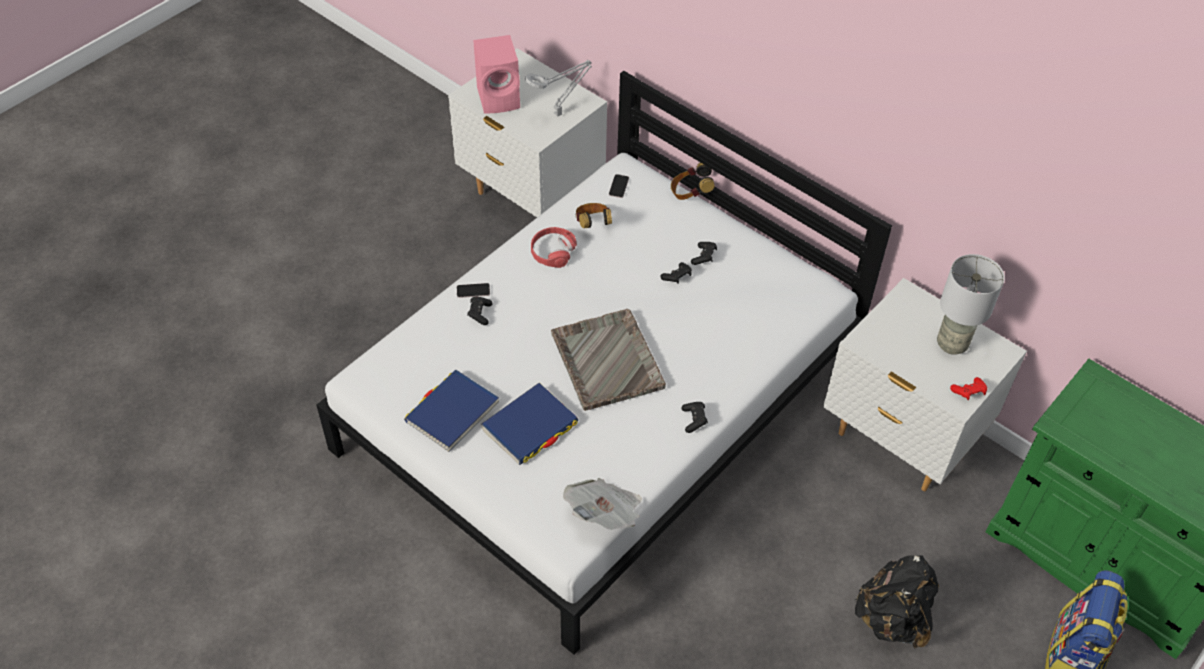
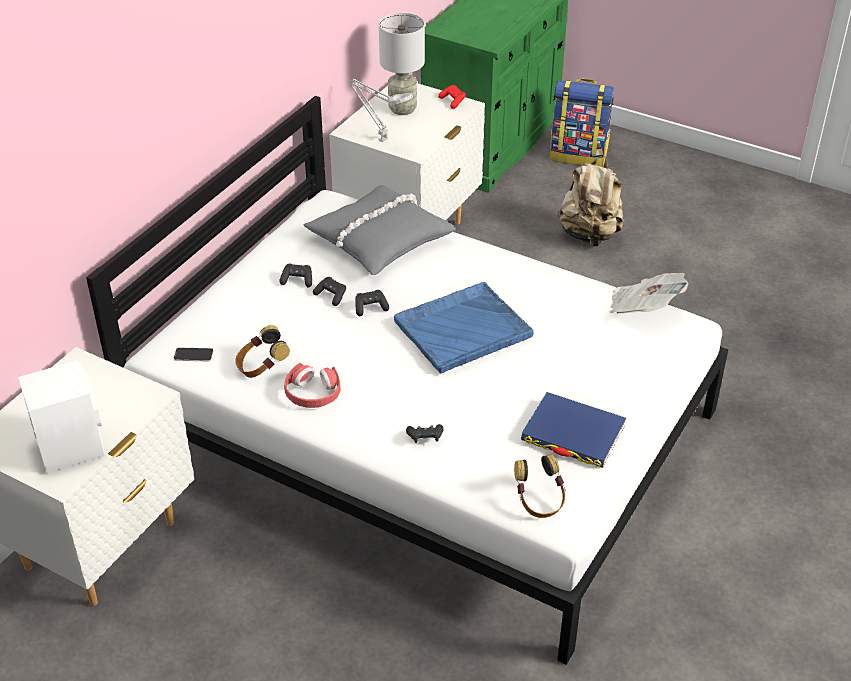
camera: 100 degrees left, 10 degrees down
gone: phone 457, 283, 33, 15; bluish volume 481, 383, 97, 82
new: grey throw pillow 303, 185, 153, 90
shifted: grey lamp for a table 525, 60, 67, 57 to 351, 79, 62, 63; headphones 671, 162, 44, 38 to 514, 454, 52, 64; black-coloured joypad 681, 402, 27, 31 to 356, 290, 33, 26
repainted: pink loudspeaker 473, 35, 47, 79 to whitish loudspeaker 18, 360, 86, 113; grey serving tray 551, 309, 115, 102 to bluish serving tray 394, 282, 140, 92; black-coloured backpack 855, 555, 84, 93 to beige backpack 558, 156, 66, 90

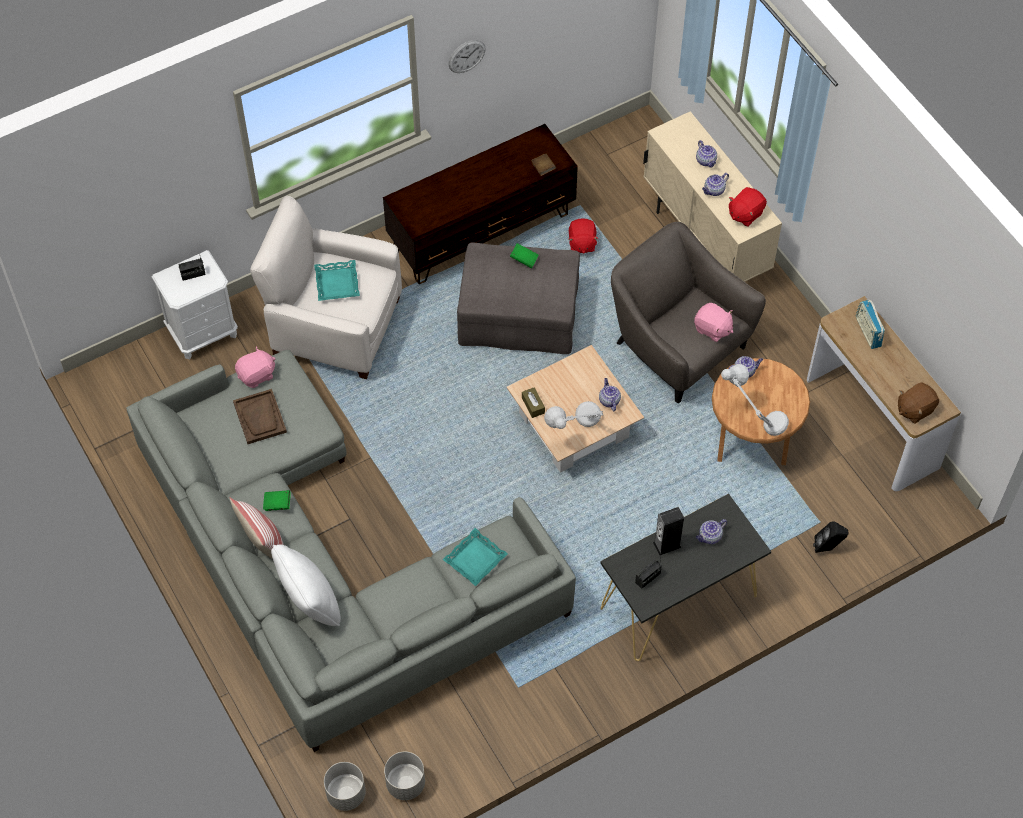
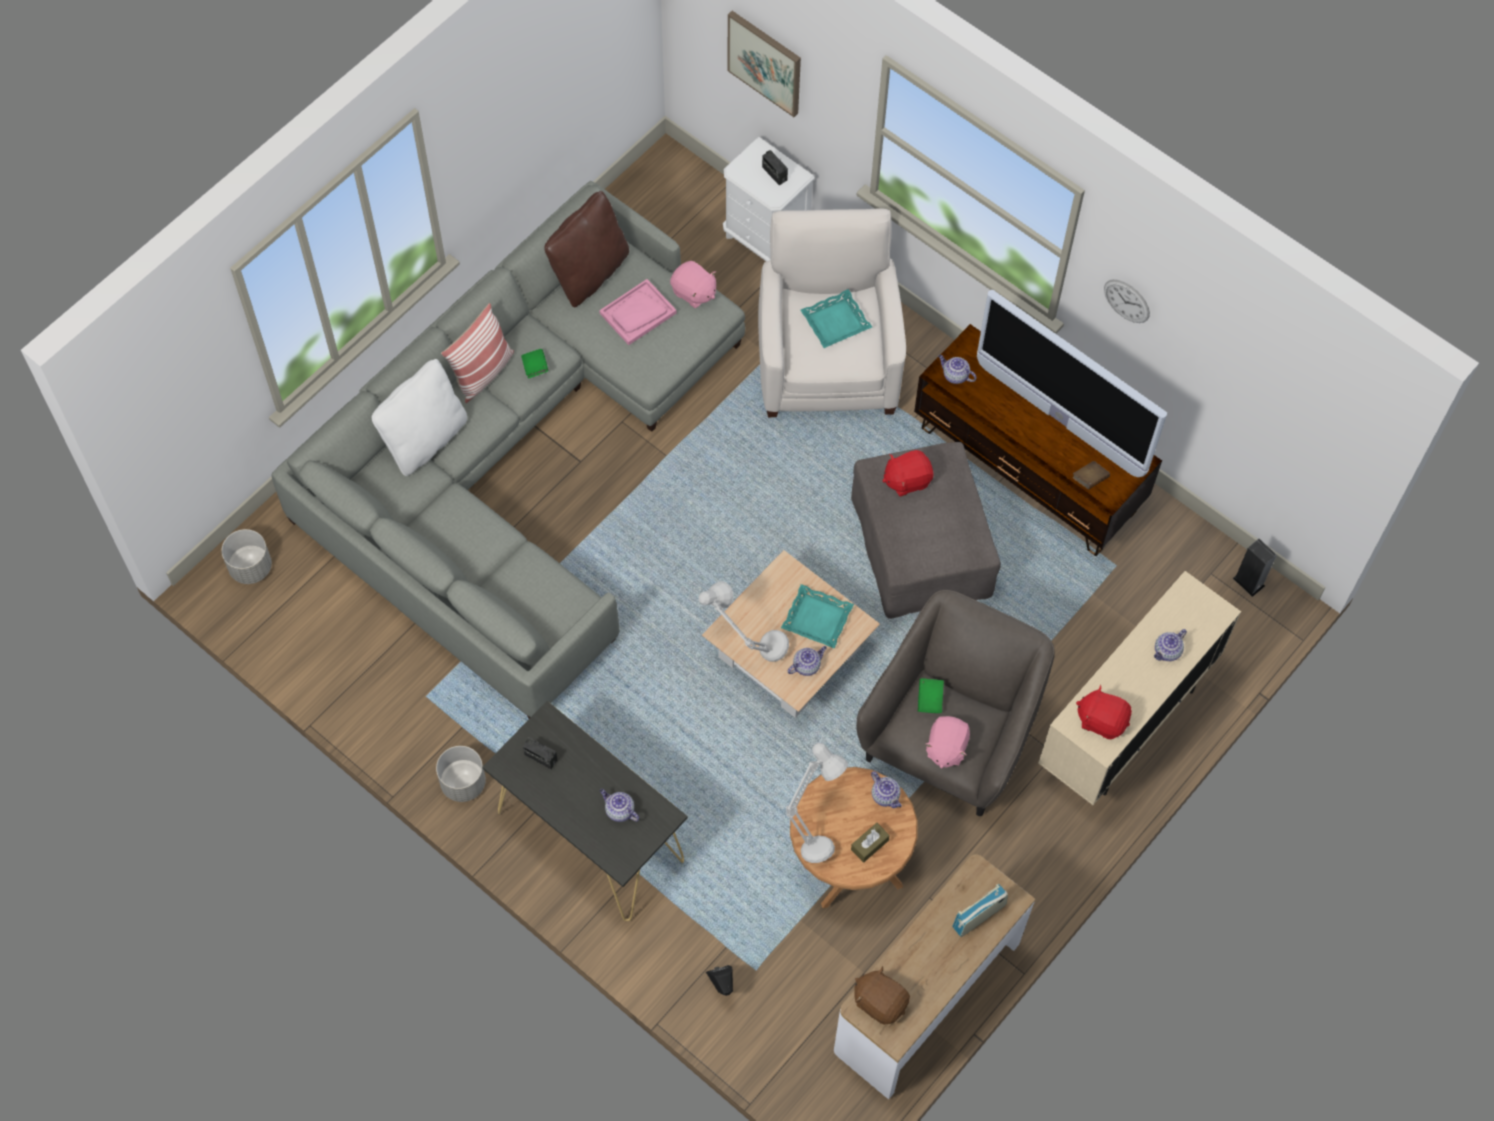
camera: 70 degrees right, 5 degrees up
new: brown-coloured throw pillow 544, 191, 85, 116; wall art 727, 11, 74, 106; television 977, 290, 190, 187
shifted: grey plant pot 384, 751, 41, 49 to 436, 746, 50, 56; blue-green serving tray 443, 528, 65, 58 to 781, 584, 73, 64; green-coloured volume 510, 243, 28, 25 to 918, 678, 26, 35; brown-coloured tissue box 522, 387, 23, 31 to 851, 823, 39, 40; reddish plush toy 568, 218, 31, 36 to 882, 450, 52, 47; loudspeaker 653, 507, 31, 49 to 1233, 539, 44, 58; tea pot 702, 173, 27, 23 to 938, 355, 38, 29
repainted: brown-coloured serving tray 233, 389, 54, 55 to pink serving tray 599, 279, 78, 66

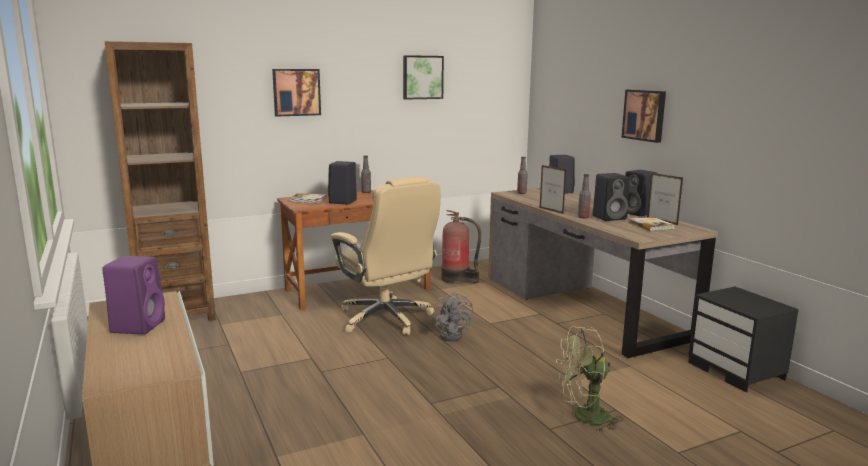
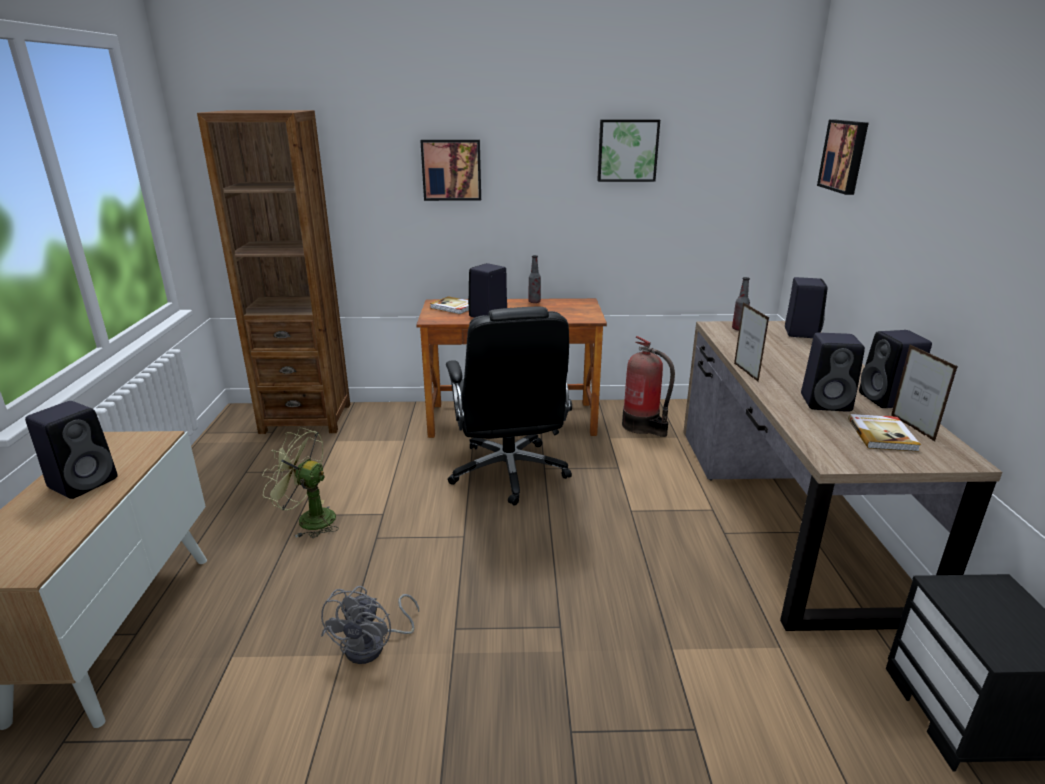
camera: 25 degrees right, 10 degrees up
gone: beverage bottle 578, 174, 13, 44
shifted: grey cooling fan 433, 292, 41, 50 to 321, 586, 98, 78; green-coloured cooling fan 556, 326, 67, 107 to 262, 428, 77, 110; wall art 621, 90, 45, 53 to 817, 120, 52, 75
repainted: purple loudspeaker 102, 256, 63, 78 to black-coloured loudspeaker 25, 401, 93, 98; beige office chair 331, 176, 110, 159 to black-coloured office chair 446, 307, 126, 199

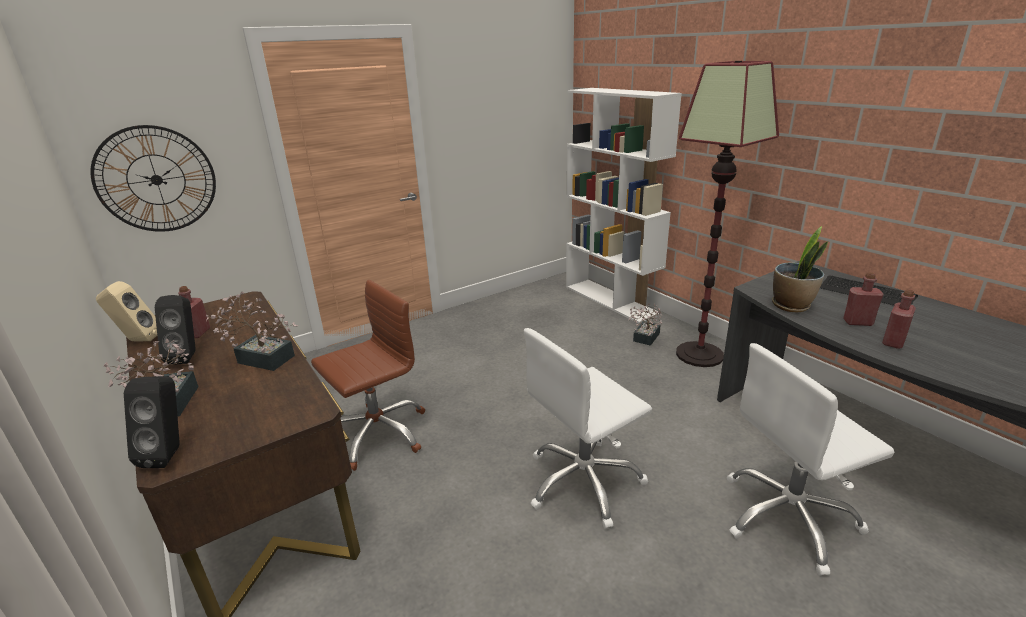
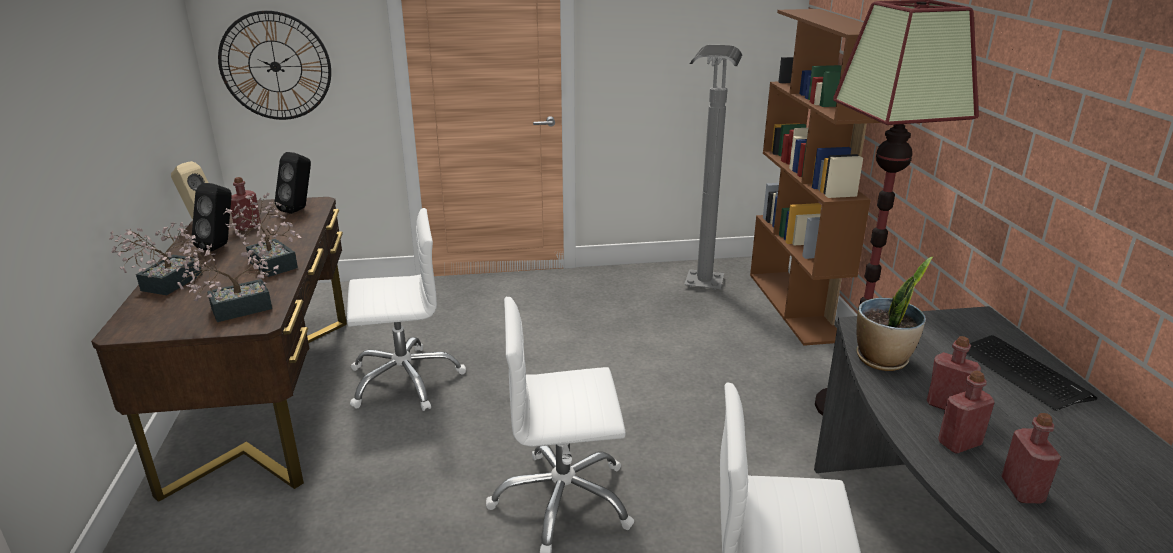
camera: 25 degrees right, 0 degrees up
new: grey standing lamp 684, 45, 58, 245; reddish beverage bottle 1001, 413, 60, 90
shifted: black-coloured loudspeaker 124, 376, 56, 92 to 275, 152, 36, 62; houseplant 628, 303, 35, 43 to 176, 243, 103, 79
repainted: brown-coloured office chair 311, 280, 114, 191 to whitish office chair 347, 208, 119, 203; whitish shelving unit 566, 88, 116, 236 to brown-coloured shelving unit 750, 9, 131, 337

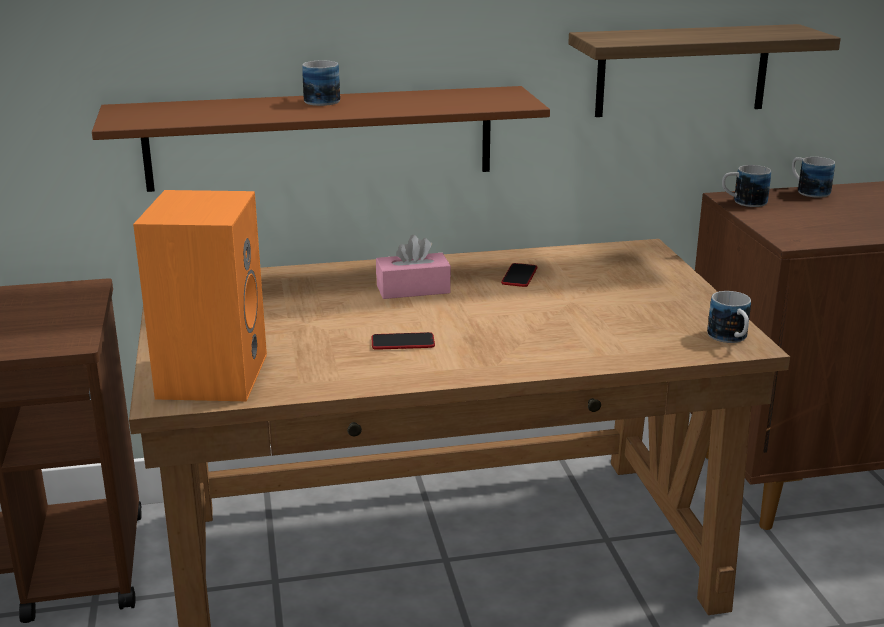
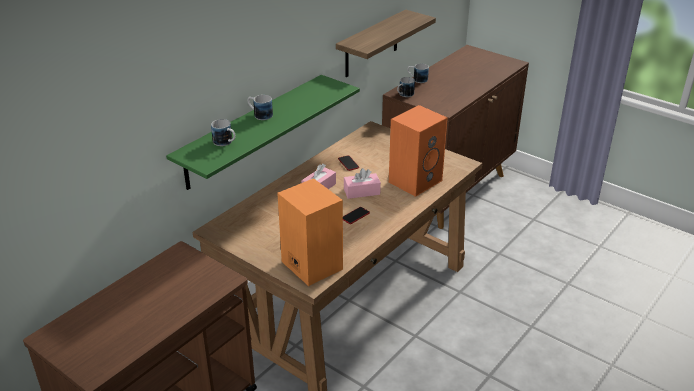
camera: 40 degrees left, 10 degrees up
new: pink tissue box 344, 168, 37, 31; orange-coloured loudspeaker 389, 105, 59, 92
shifted: mug 707, 291, 44, 52 to 211, 119, 25, 27
repainted: brown-coloured wall shelf 92, 86, 458, 106 to green-coloured wall shelf 166, 75, 194, 115

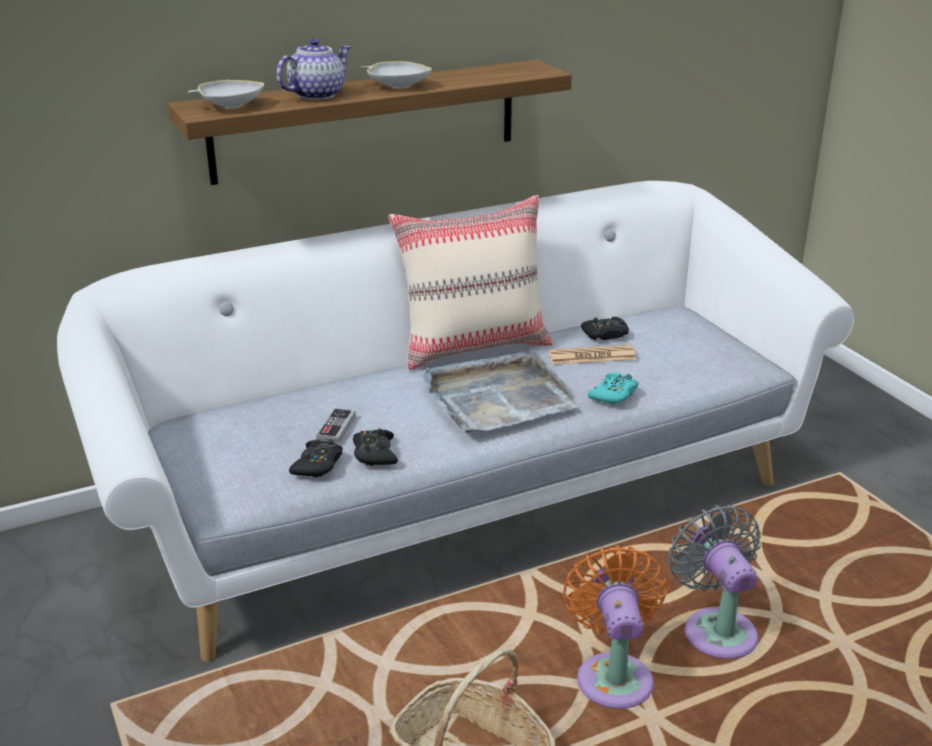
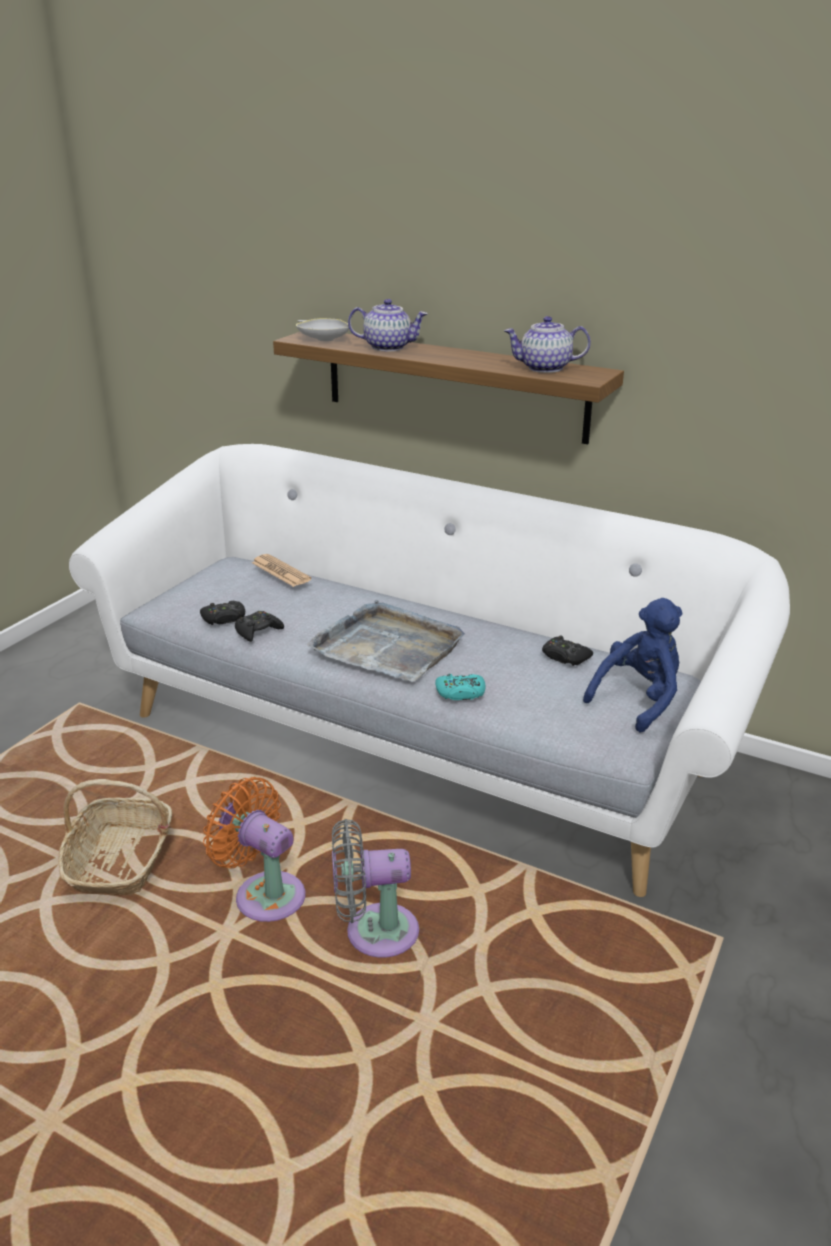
camera: 55 degrees right, 0 degrees up
gone: joypad 316, 408, 40, 36; whitish serving bowl 361, 61, 71, 27; beige throw pillow 388, 195, 165, 175
new: tea pot 504, 316, 87, 57; bluish plush toy 583, 598, 99, 134
shifted: newspaper 548, 345, 89, 19 to 252, 554, 60, 33
rotated: orange-coloured cooling fan 563, 545, 105, 164 = 203, 777, 103, 145 105 degrees counterclockwise; grey cooling fan 668, 505, 93, 154 = 332, 819, 87, 139 135 degrees counterclockwise

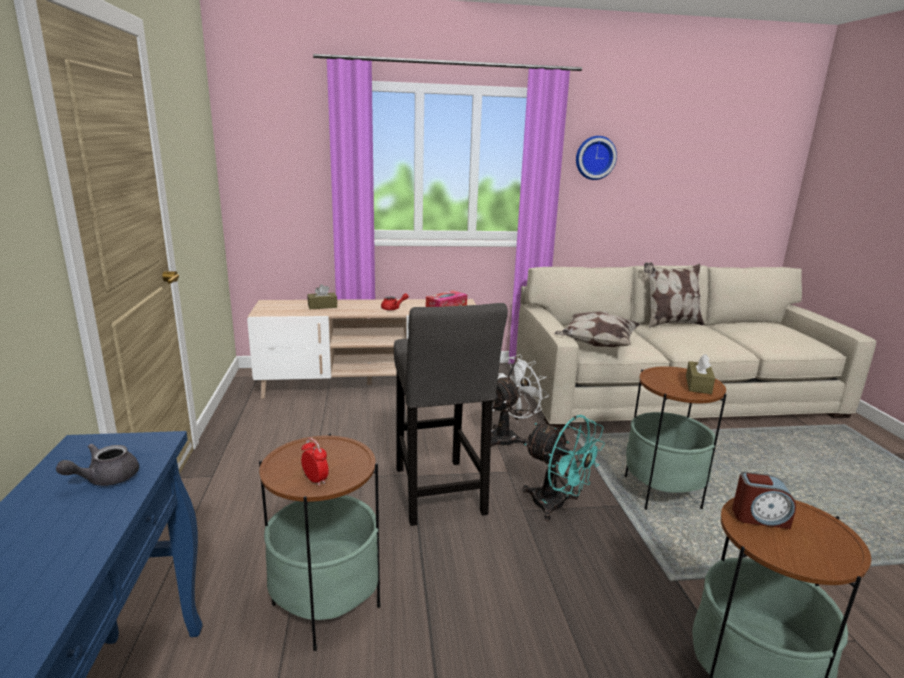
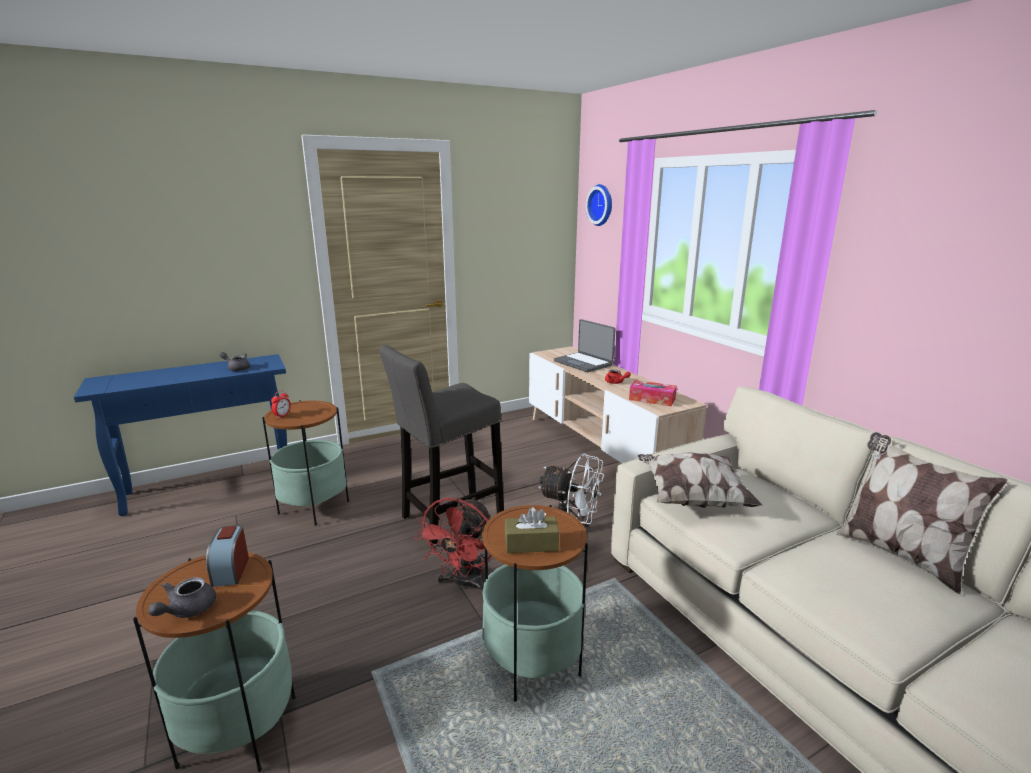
camera: 70 degrees right, 0 degrees up
new: grey tea pot 148, 577, 68, 41
shifted: clock on the wall 576, 136, 41, 44 to 586, 184, 26, 42
swapped: brown-coloured tissue box 307, 284, 30, 25 to portable computer 554, 319, 61, 53
repainted: blue-green cooling fan 523, 415, 82, 106 to reddish cooling fan 415, 497, 76, 97

